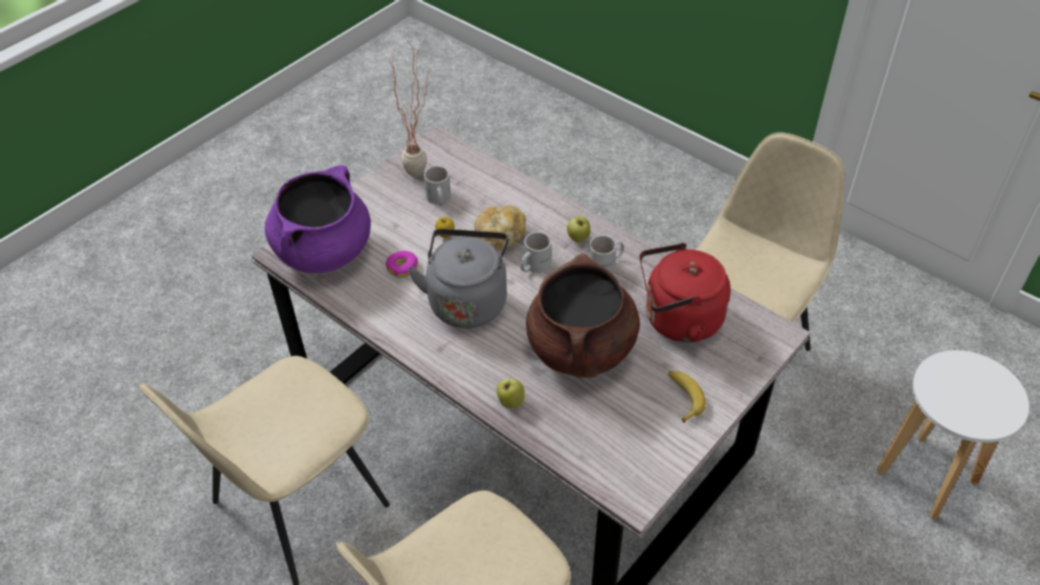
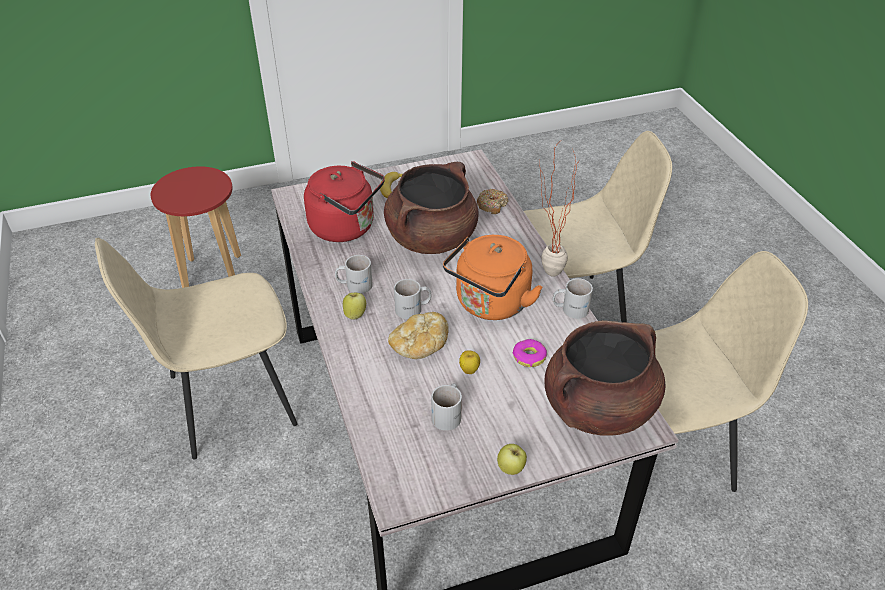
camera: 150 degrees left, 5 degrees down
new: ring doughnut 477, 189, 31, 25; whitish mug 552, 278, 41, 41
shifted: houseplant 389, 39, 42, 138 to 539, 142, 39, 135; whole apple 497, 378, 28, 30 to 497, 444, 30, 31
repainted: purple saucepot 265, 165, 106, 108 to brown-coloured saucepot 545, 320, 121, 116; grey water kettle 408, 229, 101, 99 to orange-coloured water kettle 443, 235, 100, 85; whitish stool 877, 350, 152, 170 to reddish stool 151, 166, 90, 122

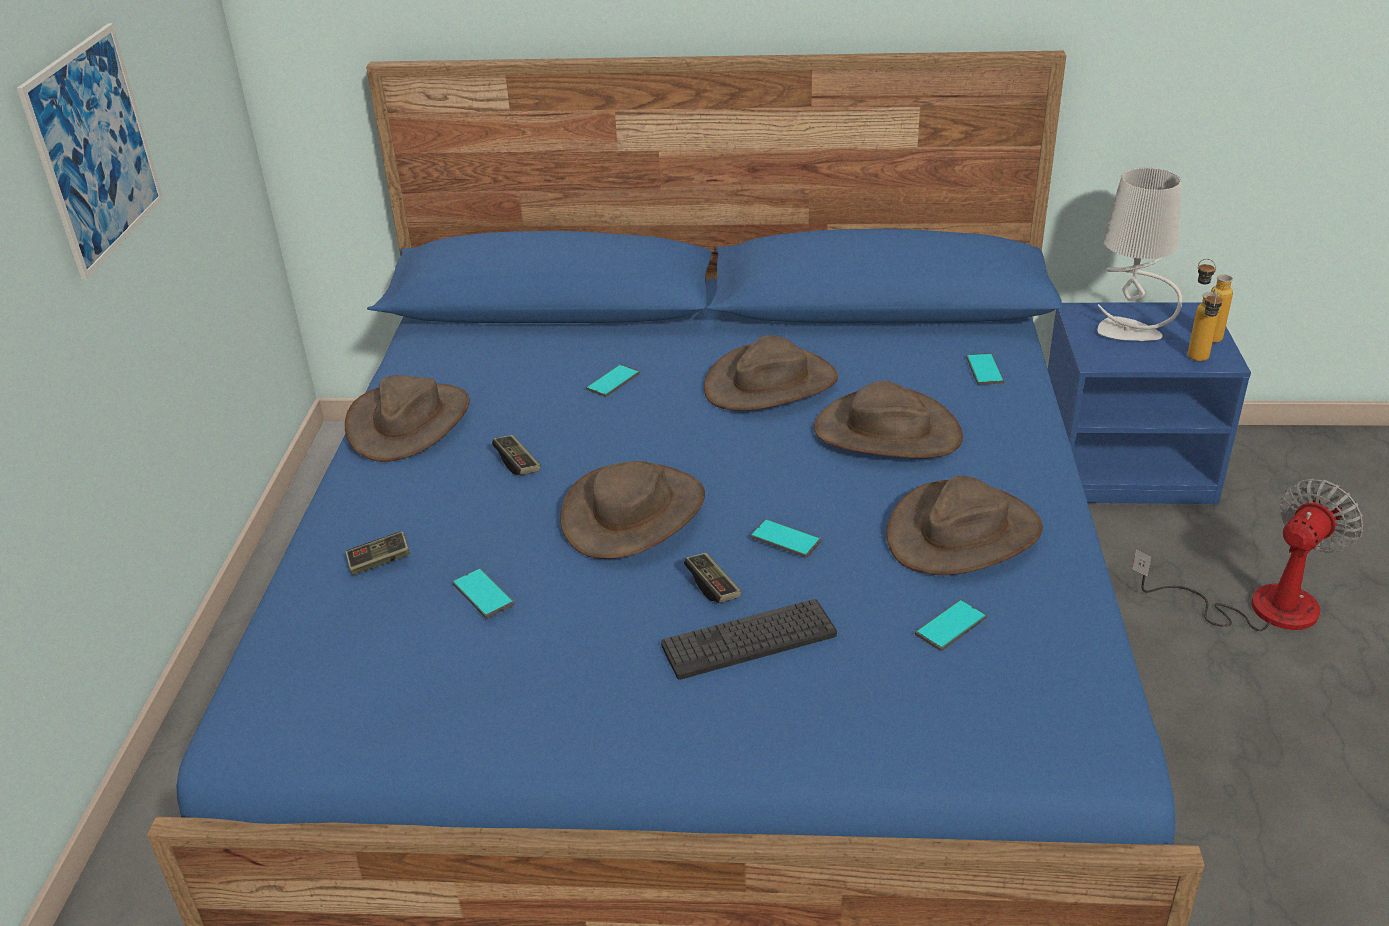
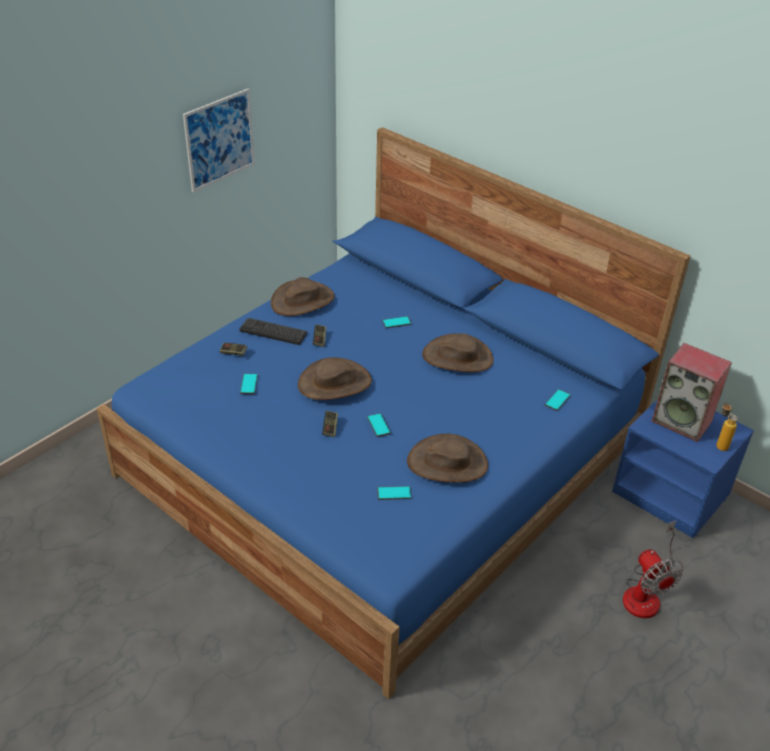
camera: 35 degrees right, 5 degrees up
gone: brown-coloured hat 814, 381, 149, 77; beverage bottle 1188, 289, 34, 72
shifted: computer keyboard 661, 599, 176, 81 to 239, 318, 68, 27
swapped: grey lamp for a table 1097, 167, 85, 174 to loudspeaker 652, 343, 80, 99
rotated: cooling fan 1132, 478, 231, 153 = 623, 521, 60, 97 75 degrees clockwise

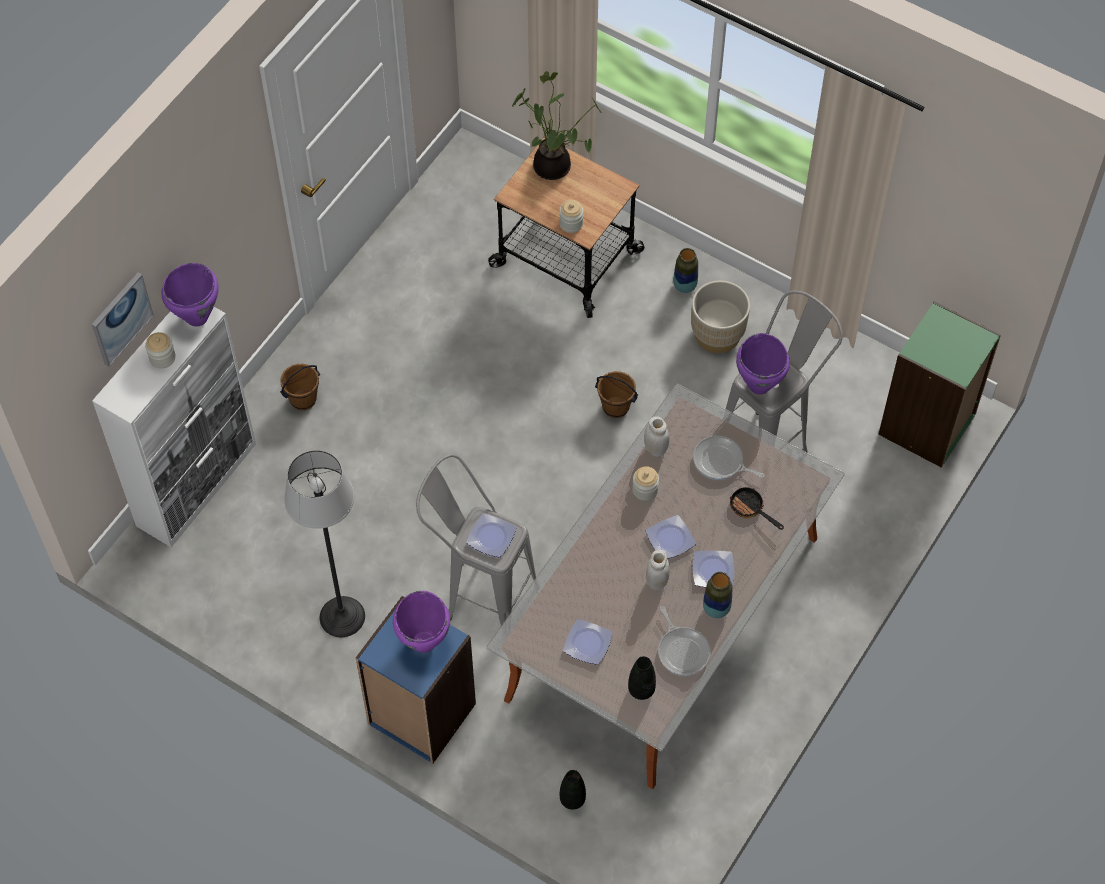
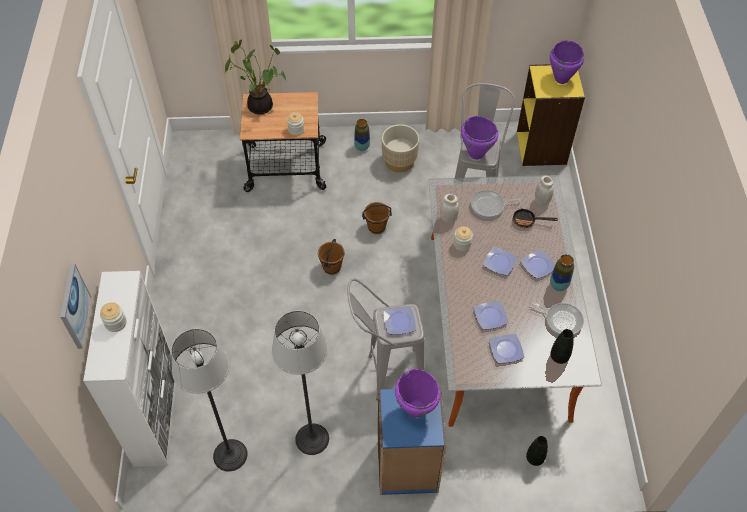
camera: 35 degrees left, 5 degrees down
new: standing lamp 171, 329, 76, 142; dinner plate 474, 301, 35, 29
shifted: purple saucepot 161, 263, 58, 64 to 550, 40, 34, 44; brown-coloured water bucket 280, 364, 40, 47 to 318, 239, 27, 36; whitish preserve jar 646, 550, 24, 40 to 535, 176, 19, 30
repainted: green-coloured shelving unit 878, 301, 123, 167 to yellow-coloured shelving unit 517, 64, 68, 102

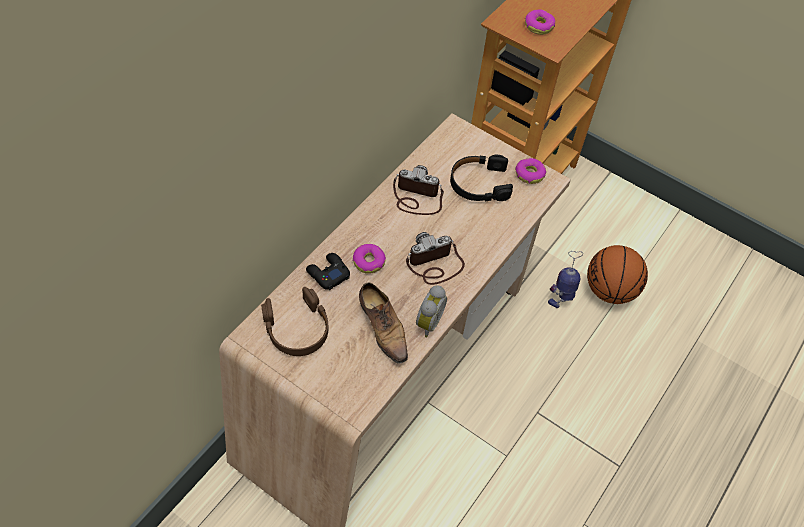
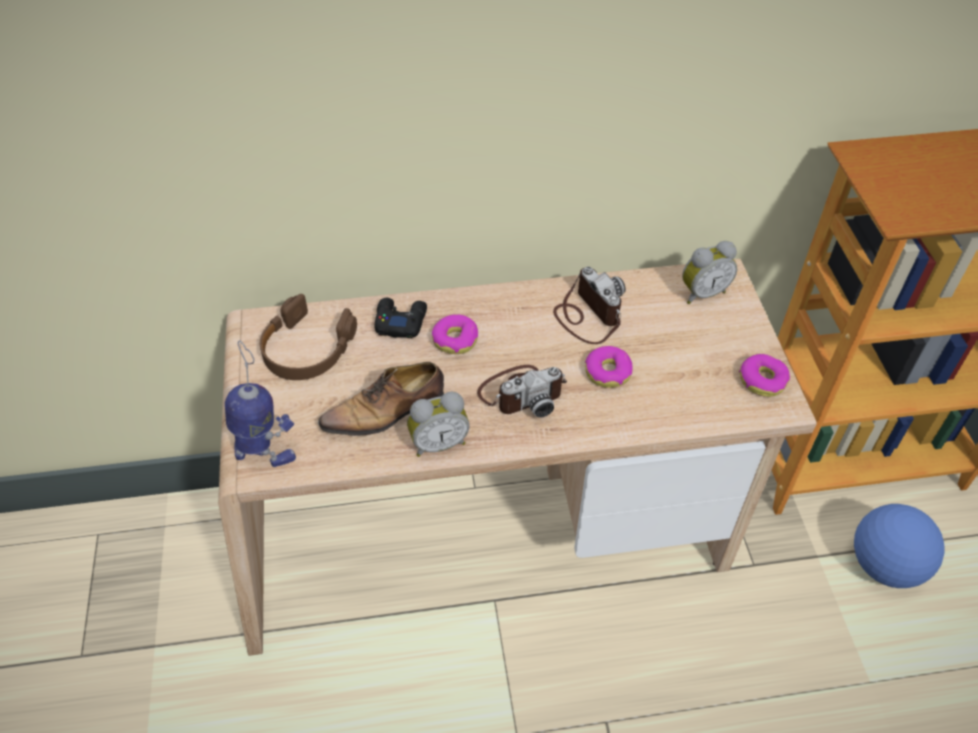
camera: 50 degrees right, 5 degrees down
gone: black-coloured headphones 450, 155, 63, 46; basketball ball 587, 245, 61, 59
new: alarm clock 682, 241, 55, 63; ball for football 854, 504, 91, 84
shifted: ring doughnut 525, 9, 30, 26 to 585, 346, 48, 42; toy robot 548, 251, 35, 57 to 225, 340, 71, 127
rotated: item of footwear 359, 282, 49, 82 = 318, 362, 126, 76 45 degrees clockwise; still camera 406, 232, 59, 53 = 477, 365, 90, 53 135 degrees clockwise

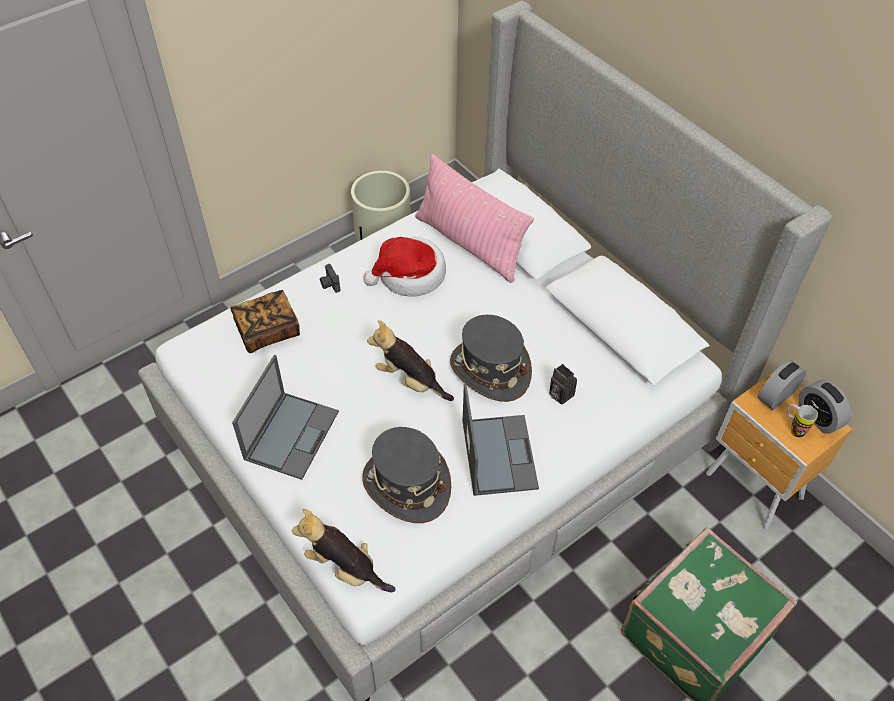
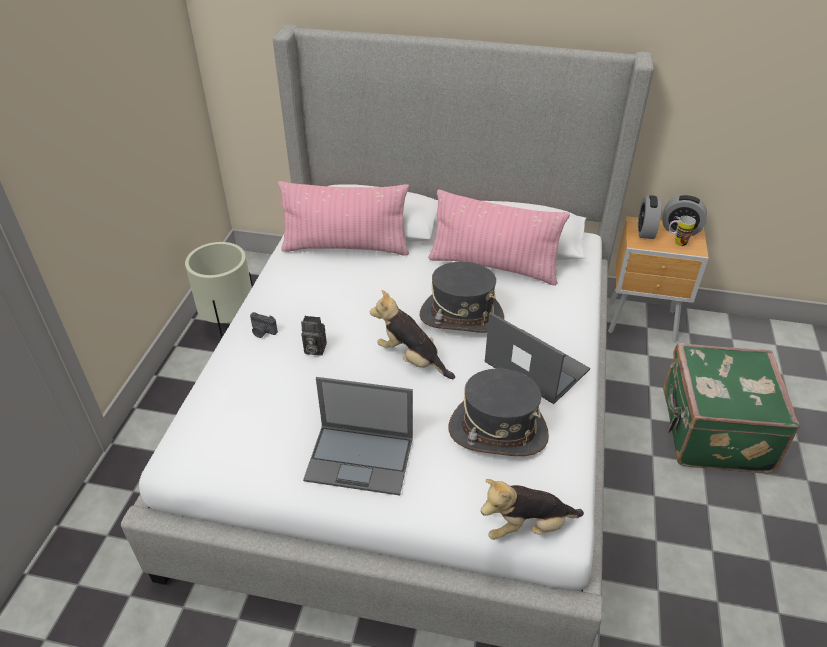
camera: 40 degrees left, 10 degrees down
gone: volume 230, 290, 70, 63; hat 363, 237, 83, 60
new: pink throw pillow 428, 189, 142, 97
shifted: still camera 549, 364, 28, 41 to 301, 316, 26, 40
rotated: portable computer 232, 355, 107, 125 = 303, 377, 110, 119 120 degrees clockwise; plush toy 367, 320, 87, 81 = 370, 290, 85, 89 45 degrees clockwise

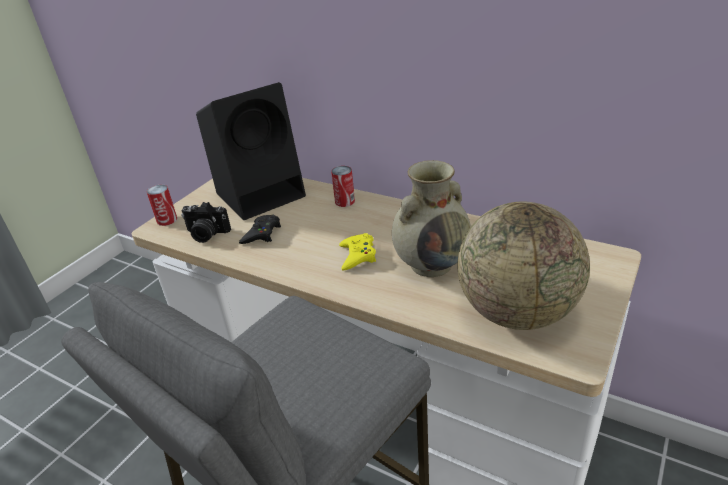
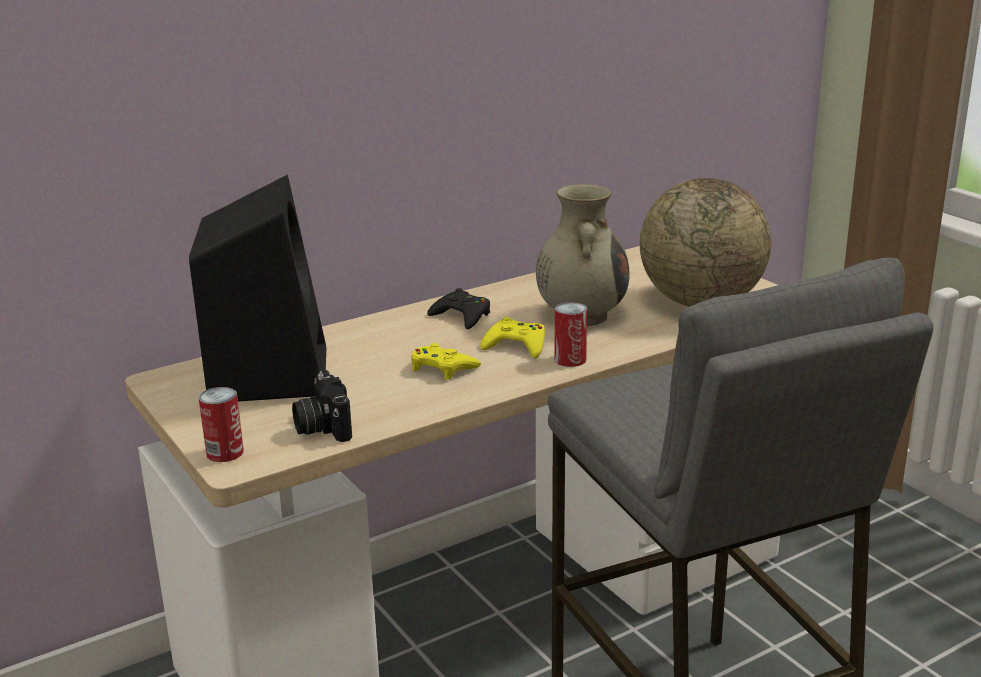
camera: 65 degrees left, 10 degrees down
new: yellow-coloured joypad 411, 343, 70, 37
shifted: black-coloured joypad 239, 214, 42, 30 to 427, 288, 63, 41; can 331, 166, 24, 41 to 554, 302, 33, 65
rotated: still camera 181, 202, 50, 41 = 292, 370, 60, 72 120 degrees clockwise

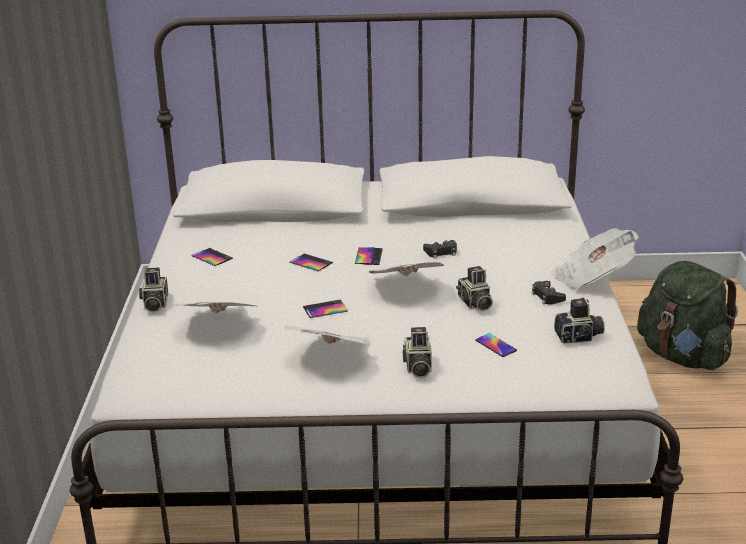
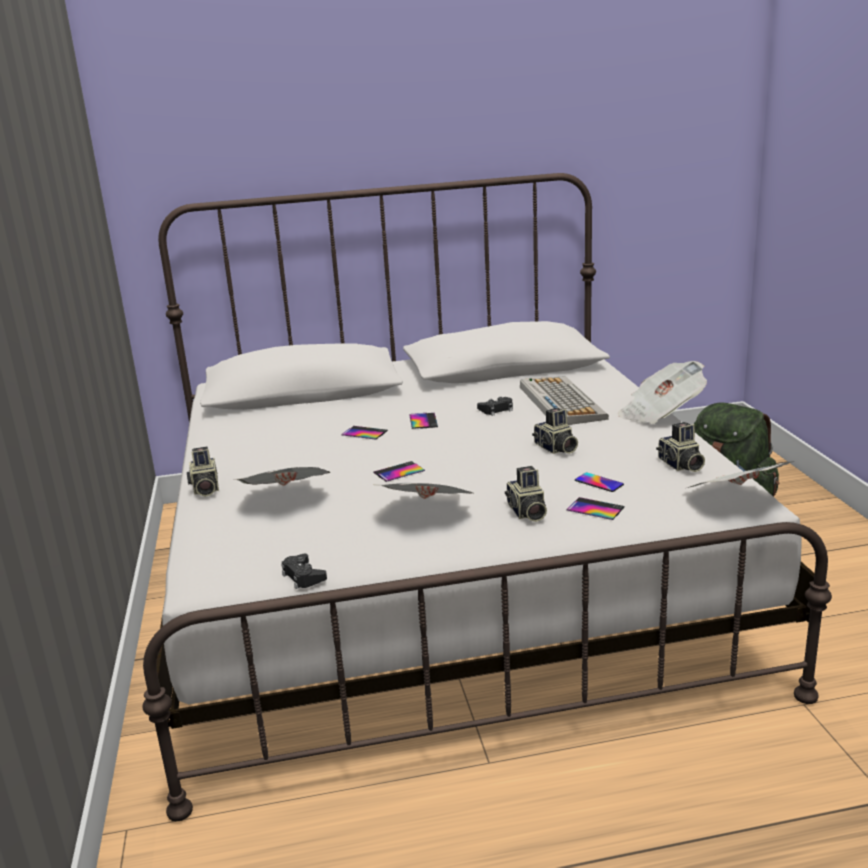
camera: 10 degrees left, 5 degrees down
new: computer keyboard 520, 376, 89, 49
shifted: phone 191, 248, 42, 18 to 567, 497, 58, 23; newspaper 369, 262, 75, 14 to 687, 461, 107, 27; black-coloured joypad 531, 281, 35, 24 to 281, 554, 46, 35
rotated: still camera 554, 297, 51, 47 = 656, 422, 49, 50 90 degrees clockwise

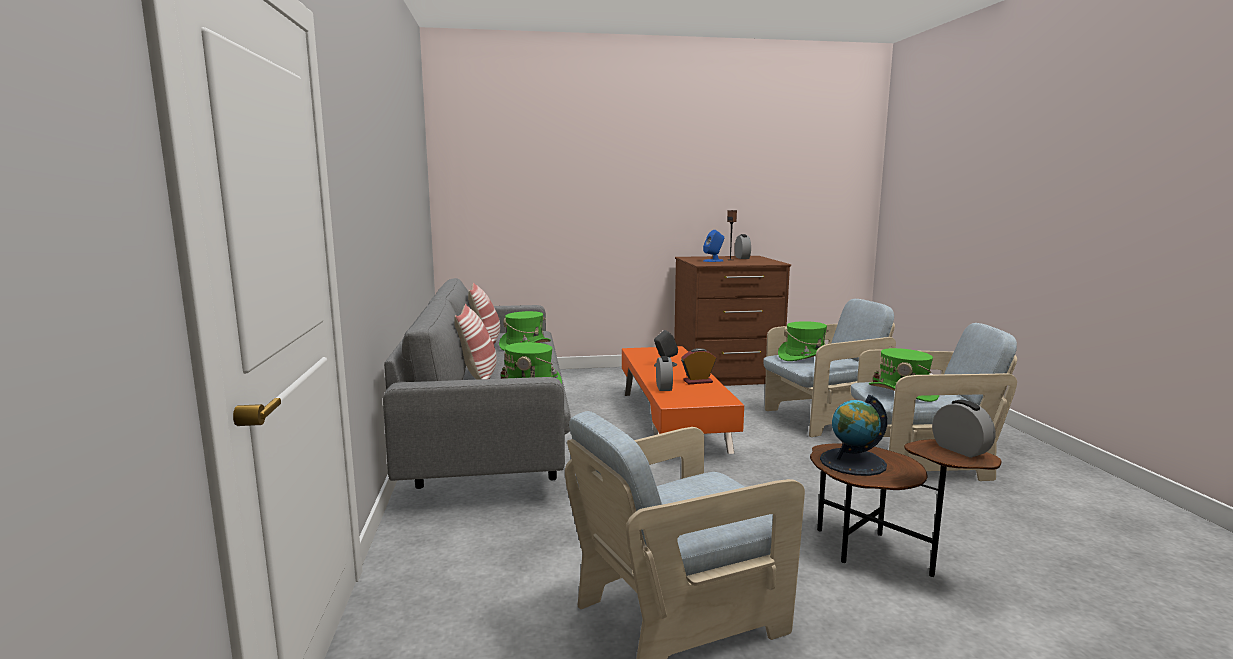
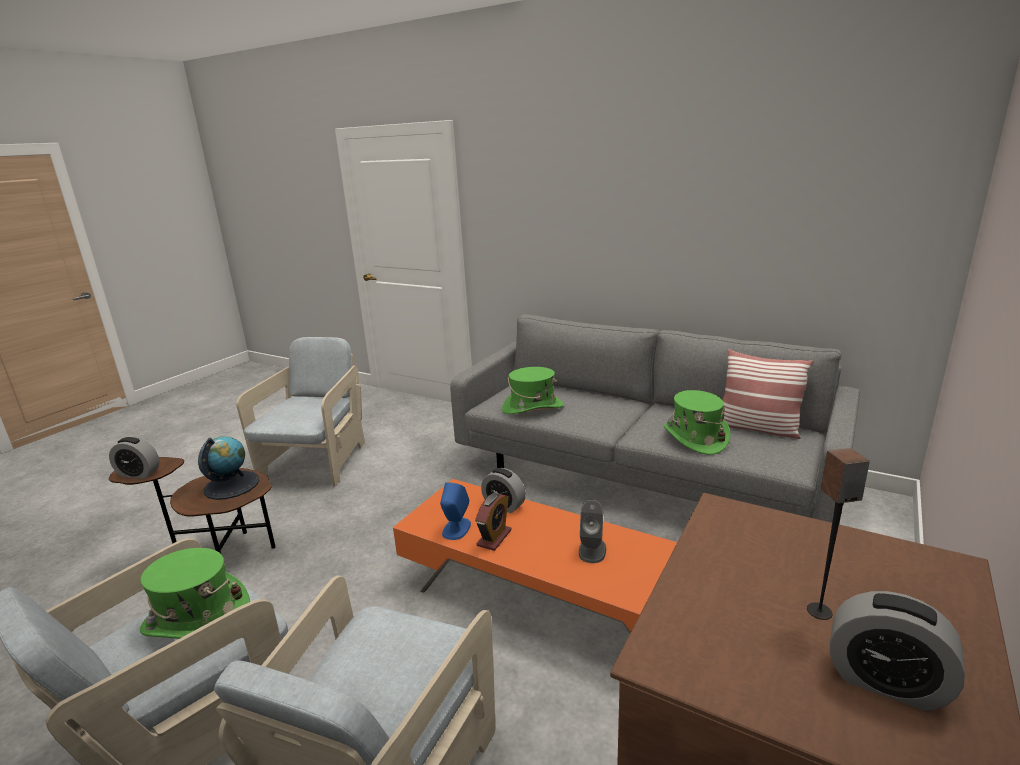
camera: 130 degrees right, 10 degrees up
gone: throw pillow 454, 304, 42, 76; green-coloured hat 778, 321, 51, 40
shifted: bluish loudspeaker 703, 230, 21, 32 to 440, 482, 31, 58

